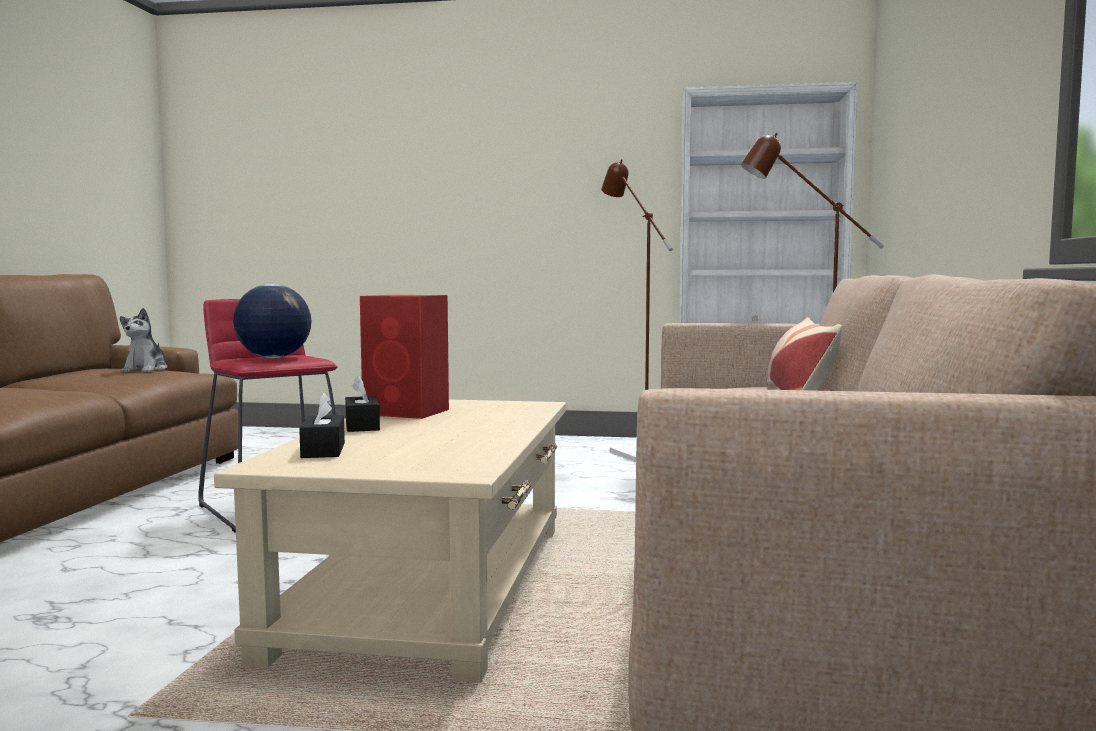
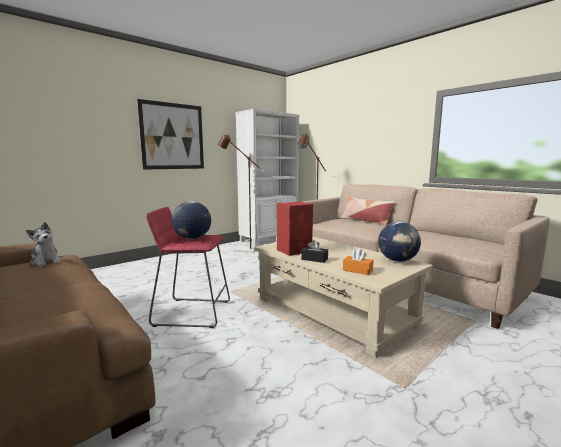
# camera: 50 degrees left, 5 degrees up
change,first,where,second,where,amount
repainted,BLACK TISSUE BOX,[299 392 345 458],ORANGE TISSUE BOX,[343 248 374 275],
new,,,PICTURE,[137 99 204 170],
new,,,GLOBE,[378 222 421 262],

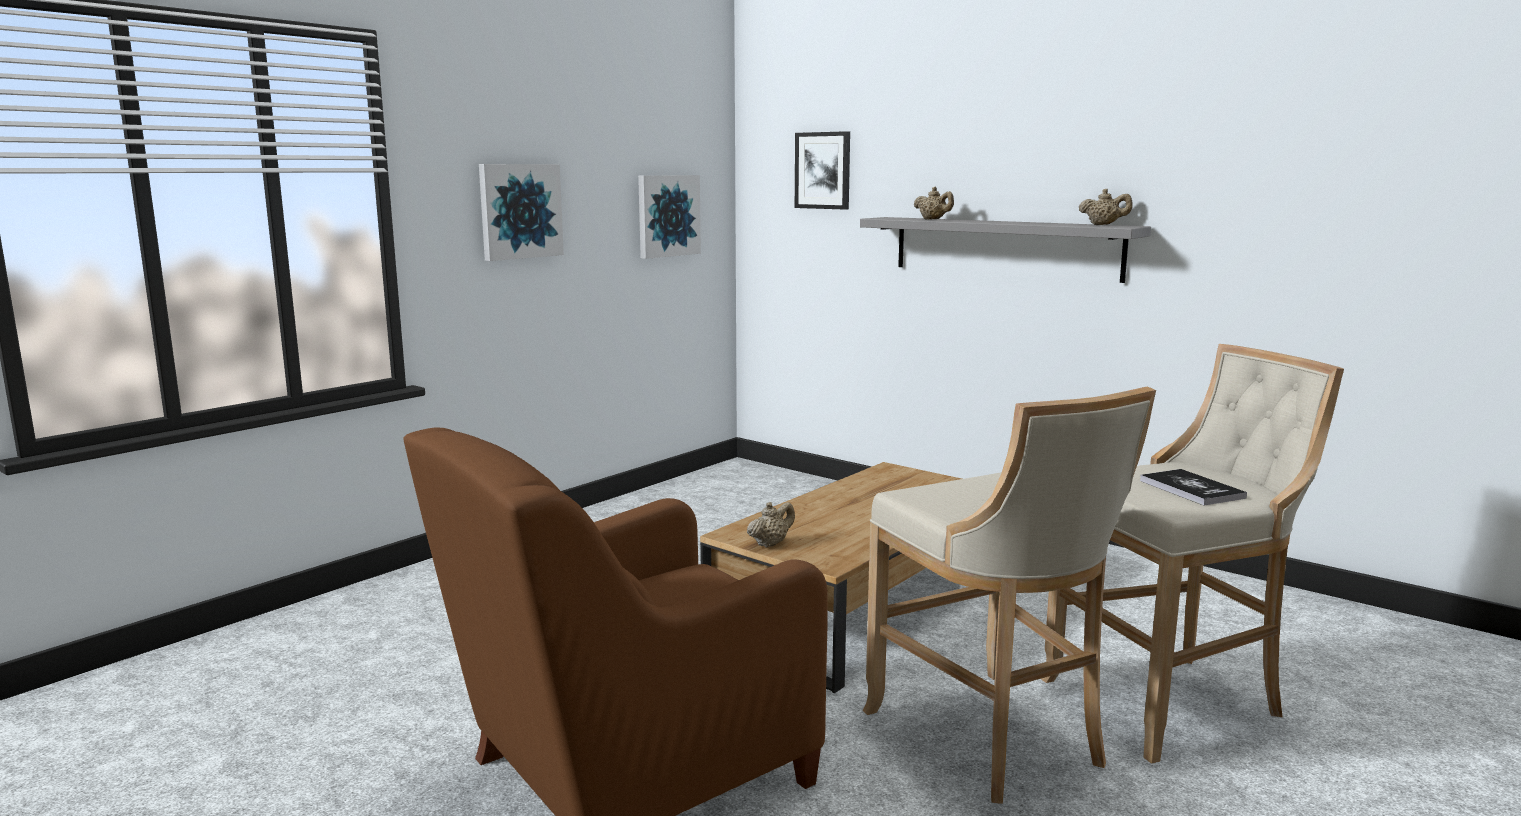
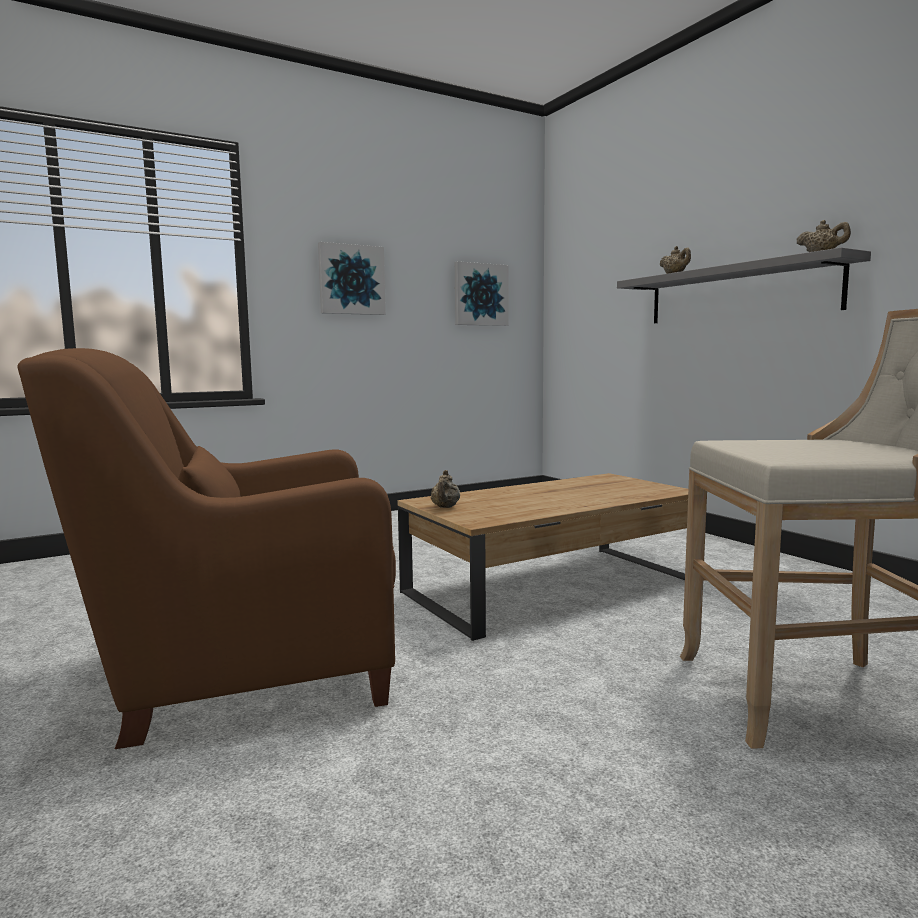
# camera: 20 degrees right, 5 degrees down
change,first,where,second,where,amount
rotated,BEIGE TEAPOT,[747 502 795 548],,[431 470 460 508],120 degrees clockwise
gone,PICTURE,[795 131 850 210],,,
gone,BEIGE STOOL,[862 387 1156 804],,,
gone,BOOK,[1140 469 1247 506],,,

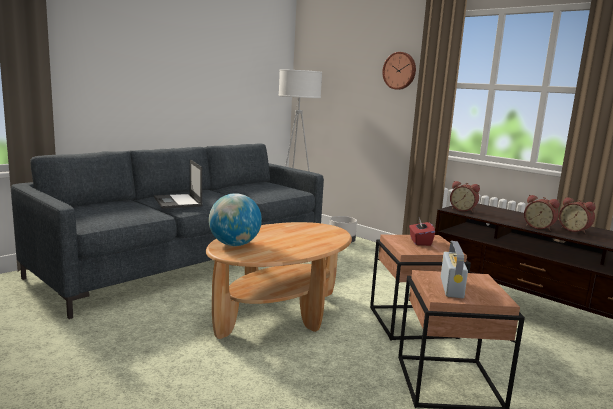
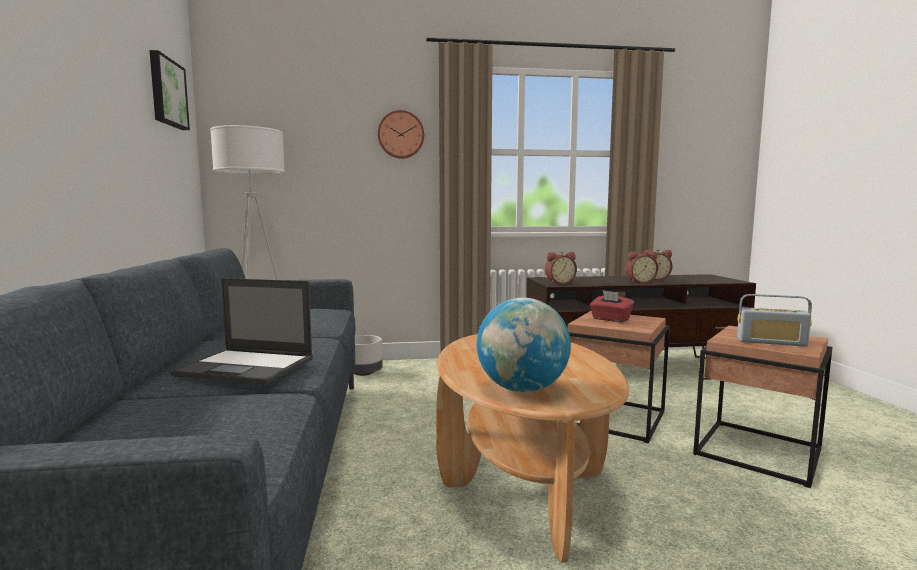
# camera: 50 degrees left, 5 degrees down
change,first,where,second,where,amount
rotated,RADIO,[441 241 468 298],,[737 294 812 347],150 degrees clockwise
new,,,PICTURE,[150 50 190 130],

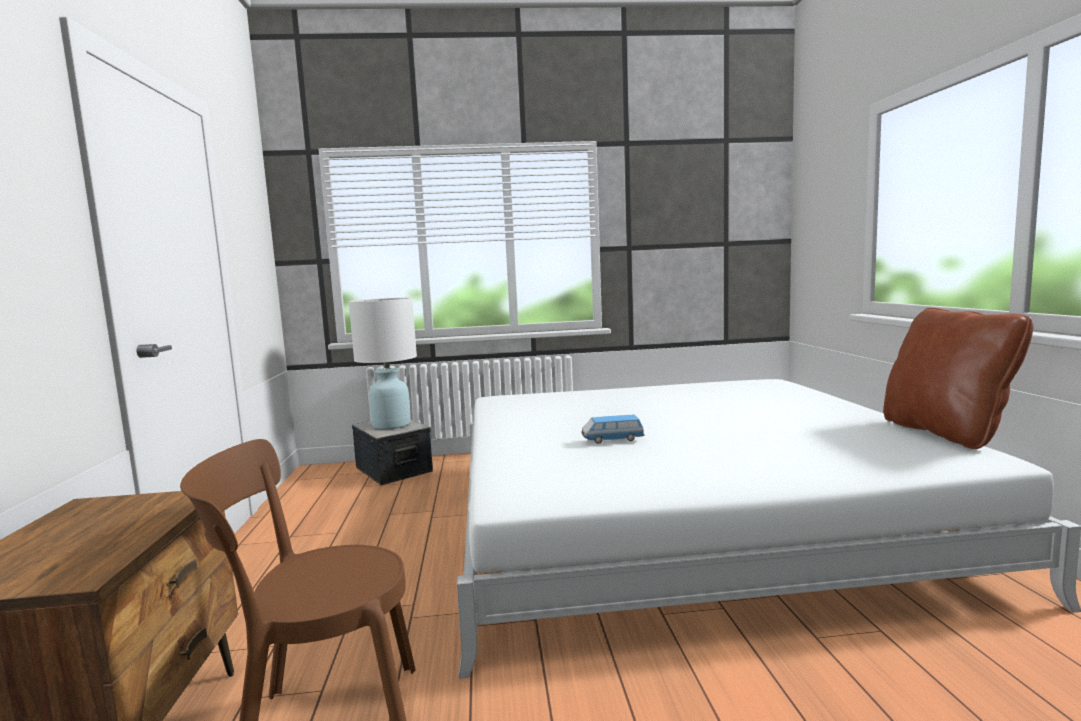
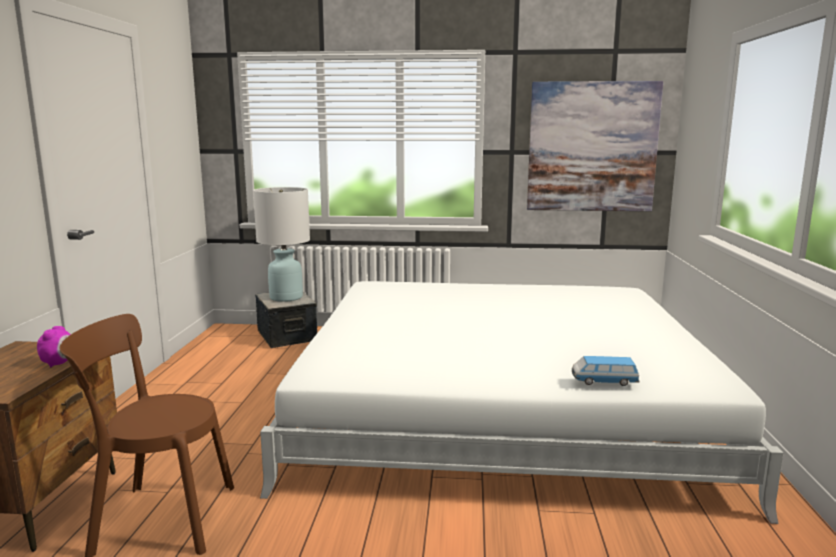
# camera: 10 degrees right, 5 degrees up
change,first,where,second,where,amount
shifted,TOY CAR,[582 414 645 444],,[572 356 640 386],
gone,BROWN PILLOW,[883 308 1034 449],,,
new,,,ALARM CLOCK,[37 326 71 368],
new,,,PICTURE,[527 81 663 211],

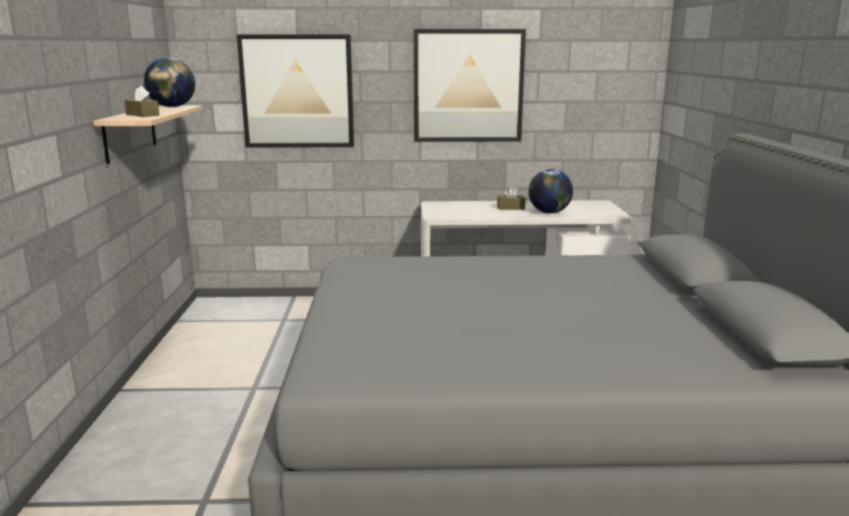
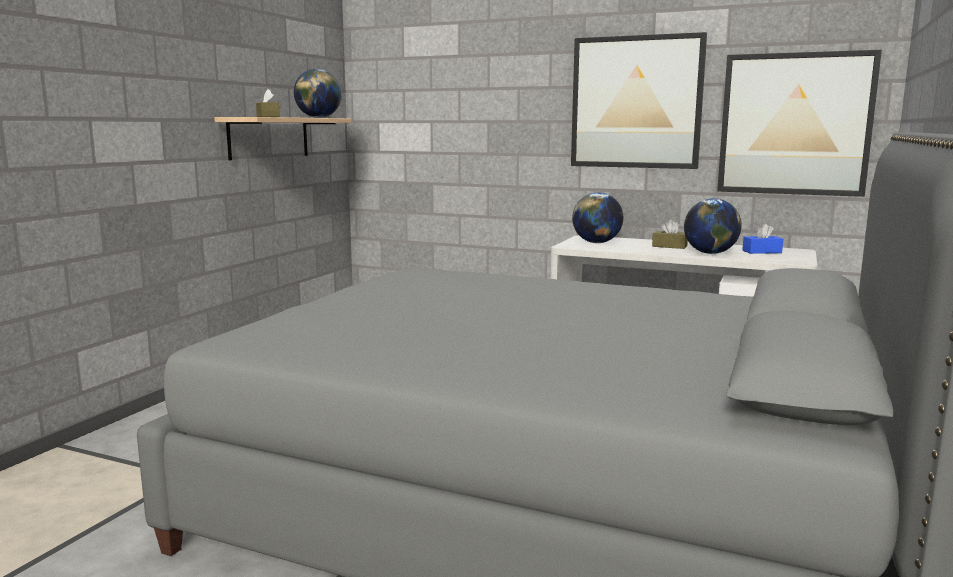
# camera: 25 degrees right, 5 degrees down
change,first,where,second,where,amount
shifted,PICTURE,[237 35 354 148],,[717 50 882 197],
new,,,GLOBE,[572 192 623 243],
new,,,BLUE TISSUE BOX,[742 224 783 254],

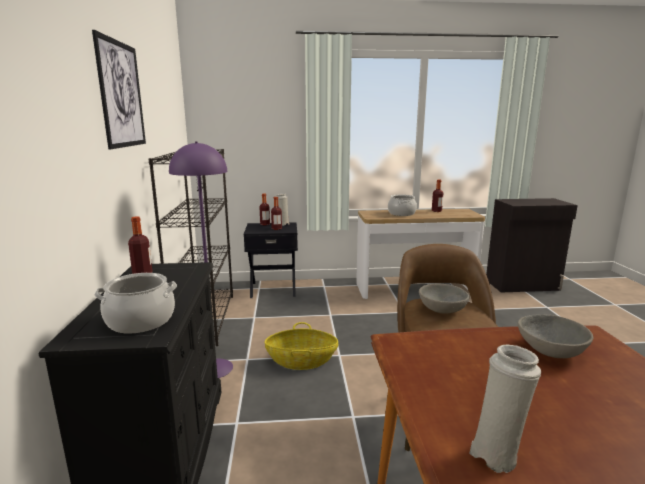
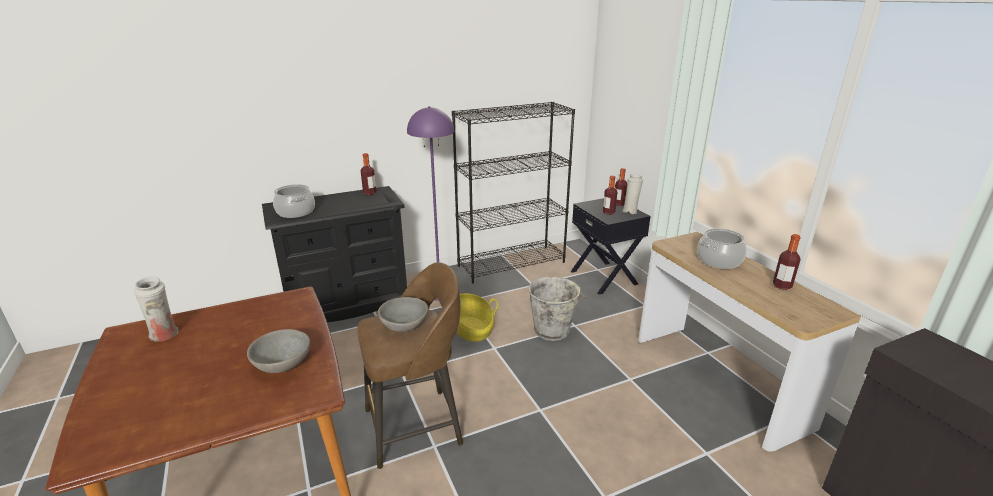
# camera: 70 degrees right, 10 degrees up
change,first,where,second,where,amount
gone,PICTURE,[92 30 146 149],,,
new,,,GREY BUCKET,[528 277 585 341],

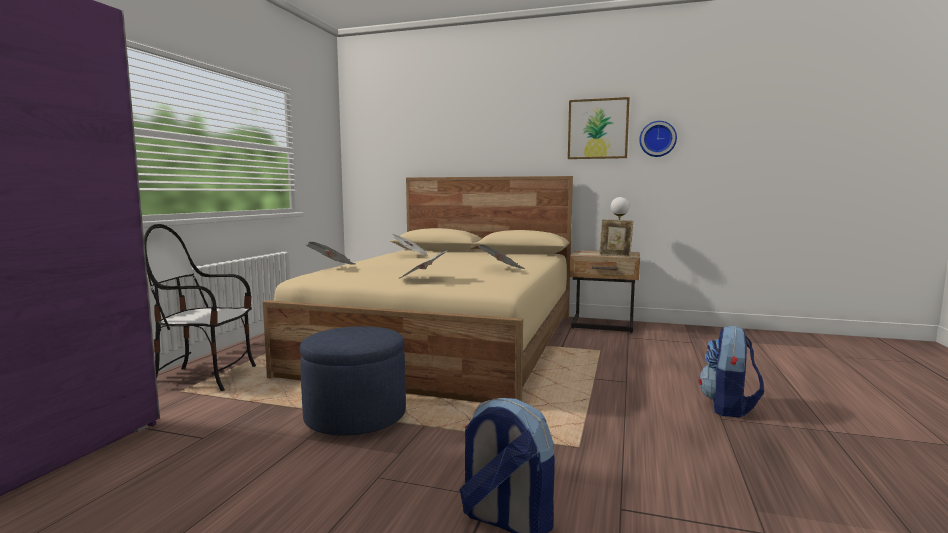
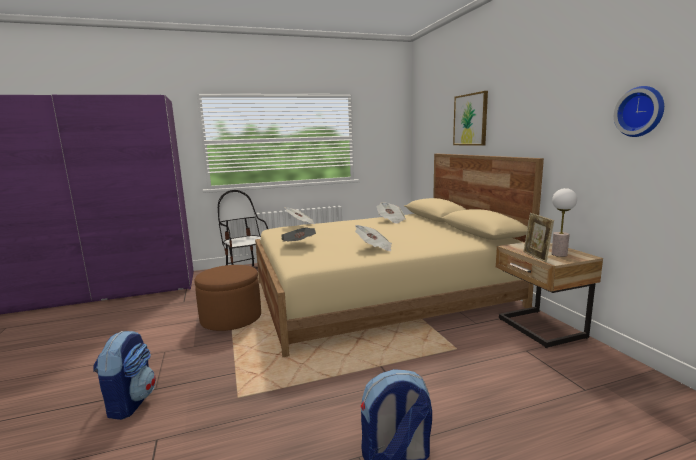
# camera: 55 degrees right, 5 degrees up
change,first,where,second,where,amount
repainted,BLUE OTTOMAN,[300 326 406 436],BROWN OTTOMAN,[194 265 261 331],
shifted,PICTURE,[568 97 630 159],,[453 91 488 146],

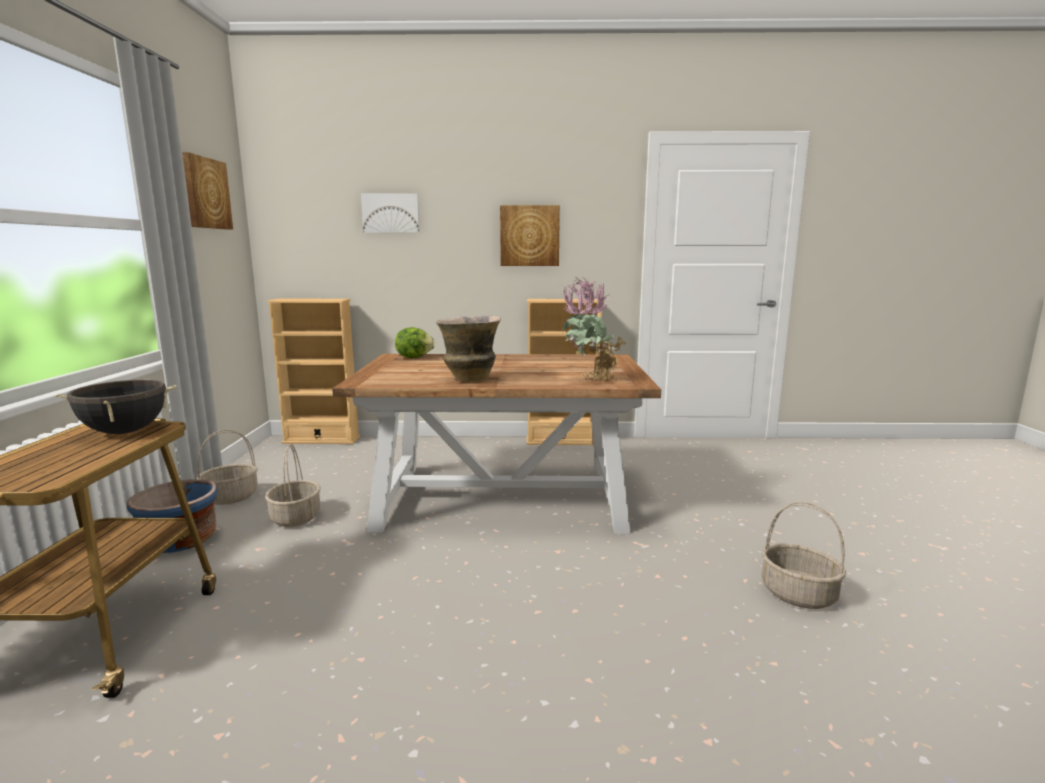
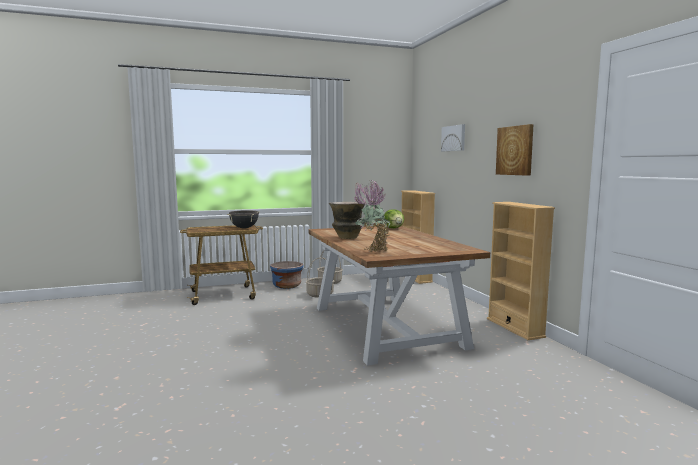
# camera: 70 degrees right, 5 degrees down
change,first,where,second,where,amount
gone,PICTURE,[182 152 233 230],,,
gone,BASKET,[761 502 846 609],,,

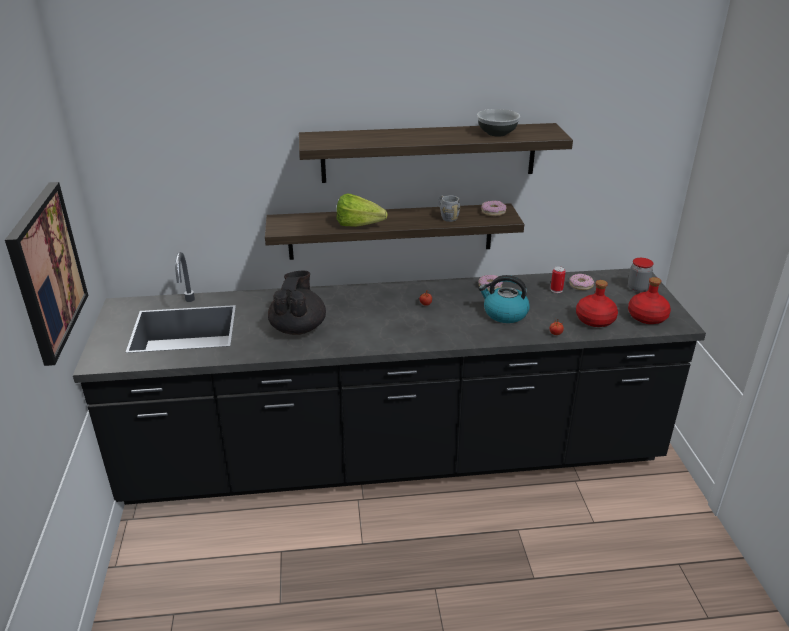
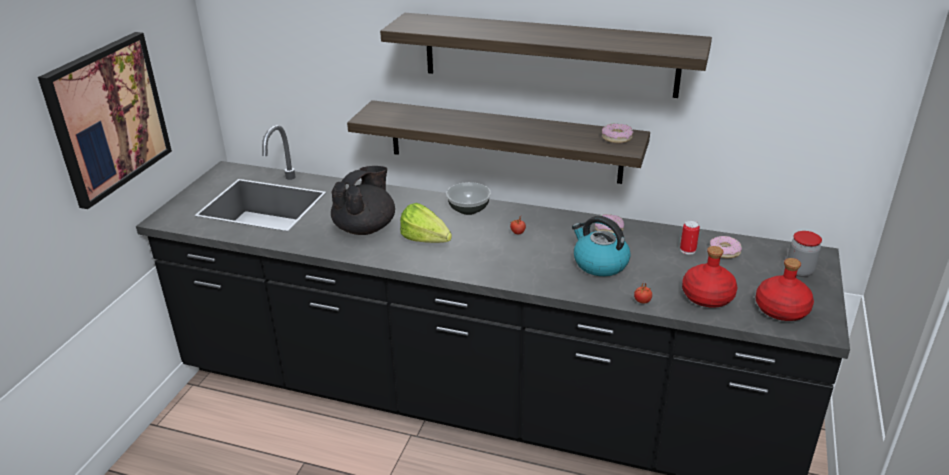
# camera: 25 degrees right, 0 degrees up
change,first,where,second,where,amount
shifted,LETTUCE,[337 194 387 227],,[400 203 452 243],
gone,GREY MUG,[439 195 460 222],,,
shifted,BOWL,[477 109 520 137],,[446 182 491 215],

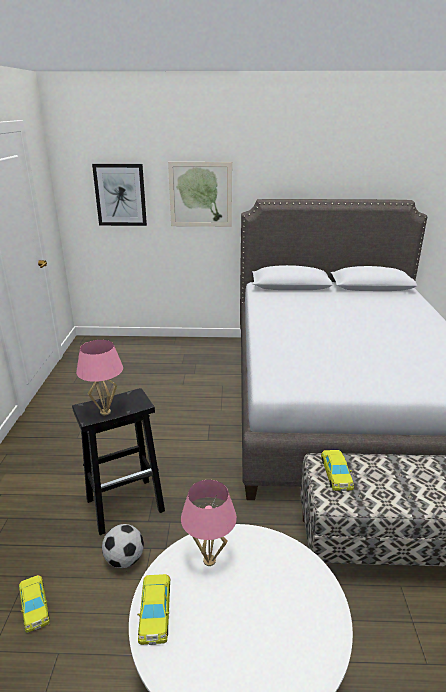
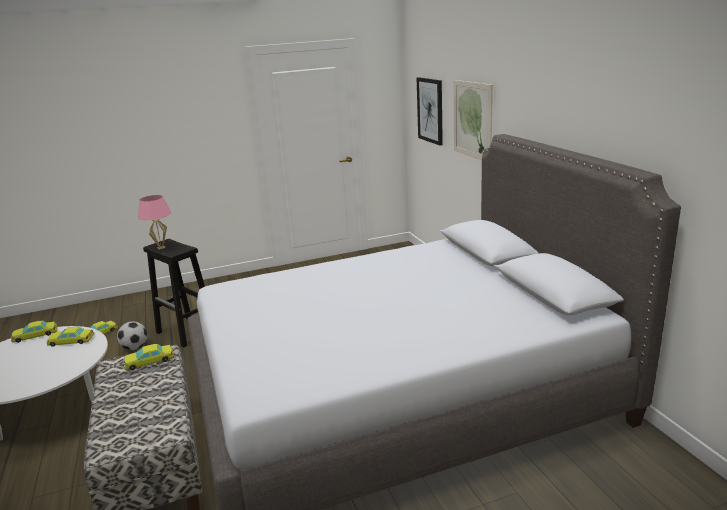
# camera: 70 degrees right, 5 degrees down
change,first,where,second,where,amount
swapped,PINK TABLE LAMP,[181 480 237 566],YELLOW TOY CAR,[46 327 94 347],

